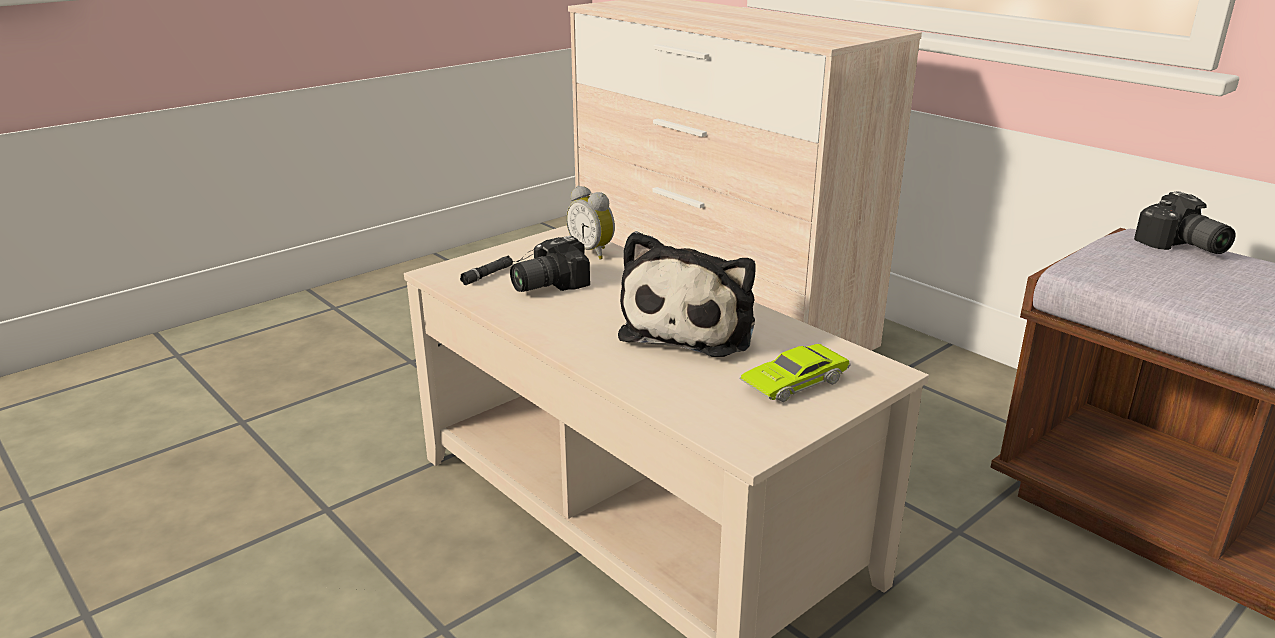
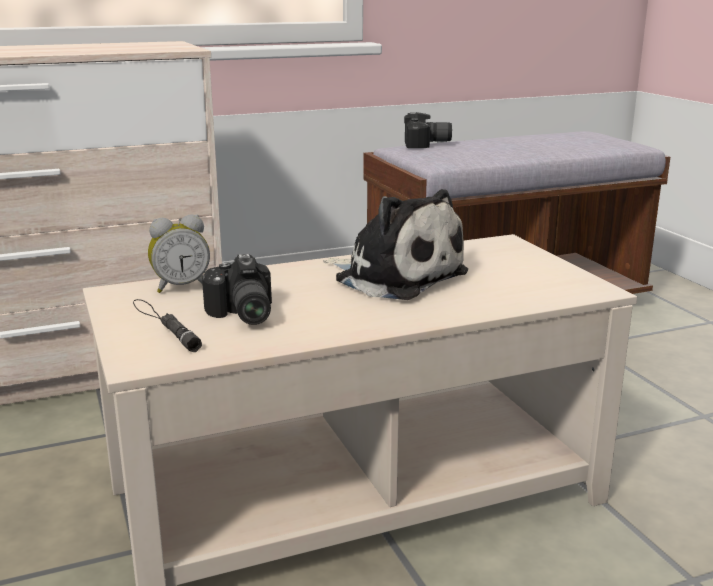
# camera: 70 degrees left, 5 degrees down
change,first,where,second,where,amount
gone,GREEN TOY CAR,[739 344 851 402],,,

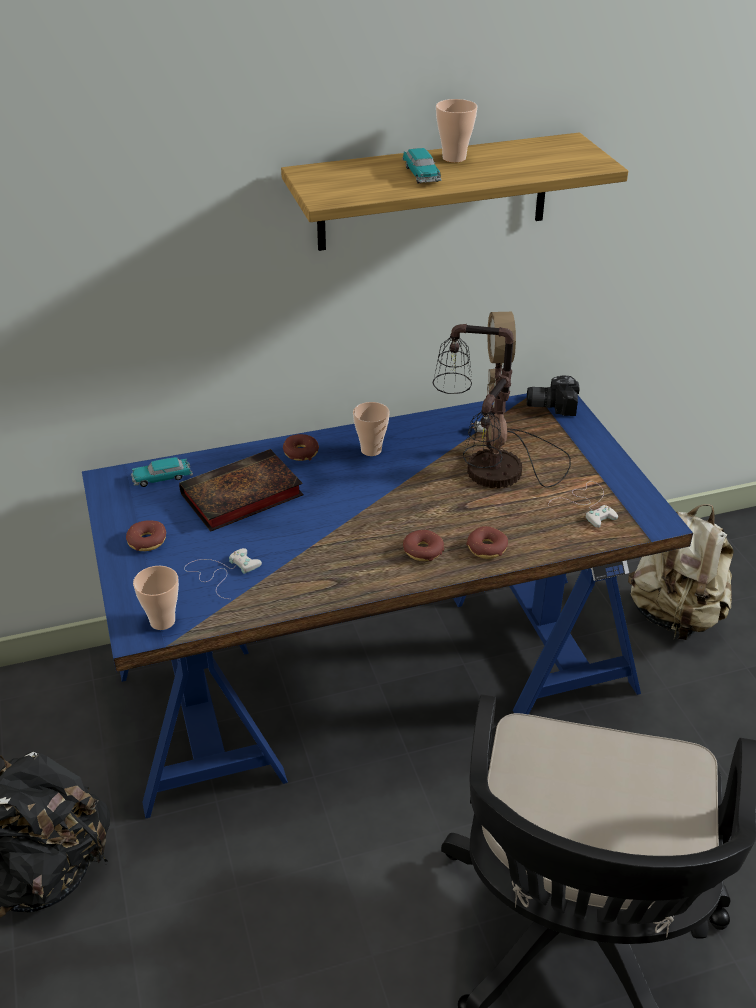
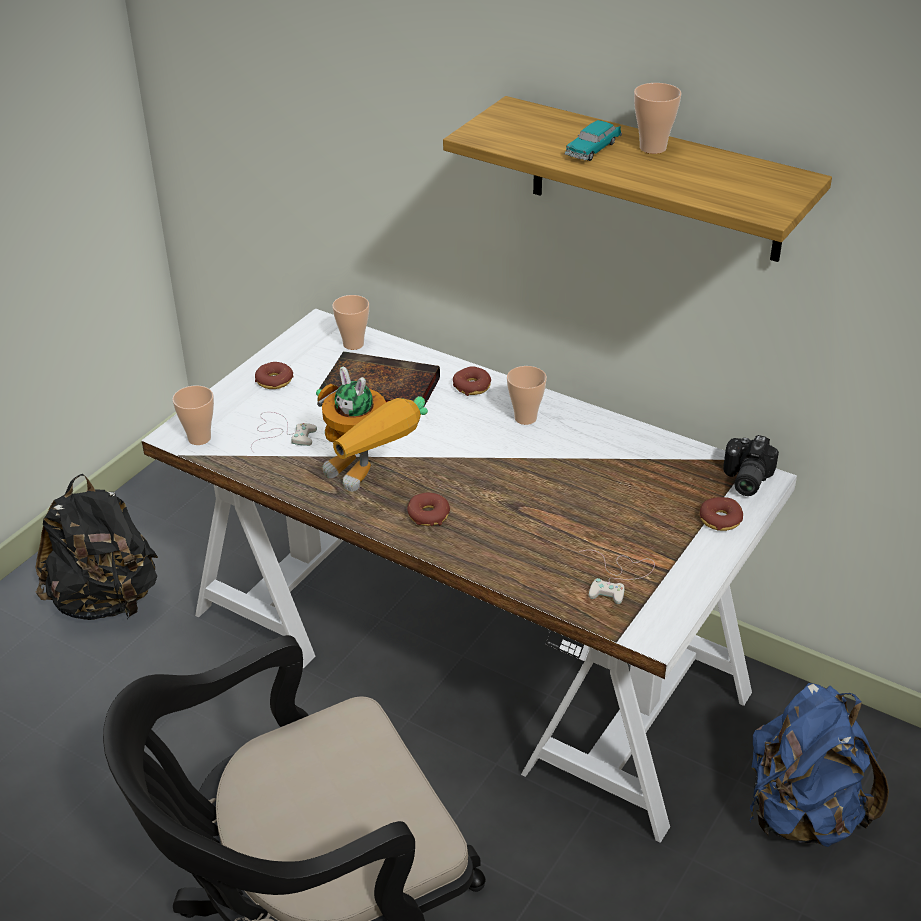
# camera: 50 degrees right, 0 degrees up
change,first,where,second,where,amount
repainted,BLUE DESK,[82 393 693 819],WHITE DESK,[141 308 797 843],
swapped,TOY CAR,[131 457 193 487],CUP,[332 295 369 350],
gone,TABLE LAMP,[433 312 571 488],,,
shifted,DONUT,[466 526 508 559],,[700 497 743 531],
rotated,PHOTO CAMERA,[527 375 580 416],,[723 435 779 496],120 degrees counterclockwise
repainted,BEIGE BACKPACK,[628 504 734 640],BLUE BACKPACK,[749 683 889 847],
new,,,TOY ROBOT,[316 366 428 492],

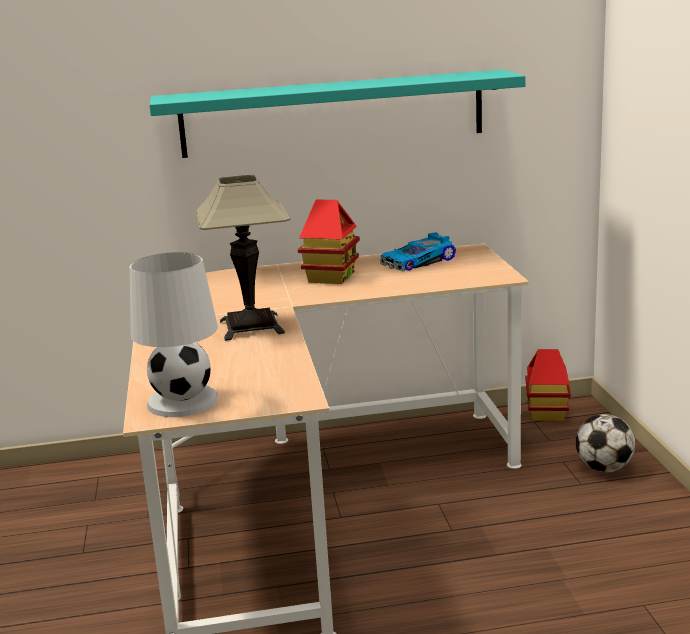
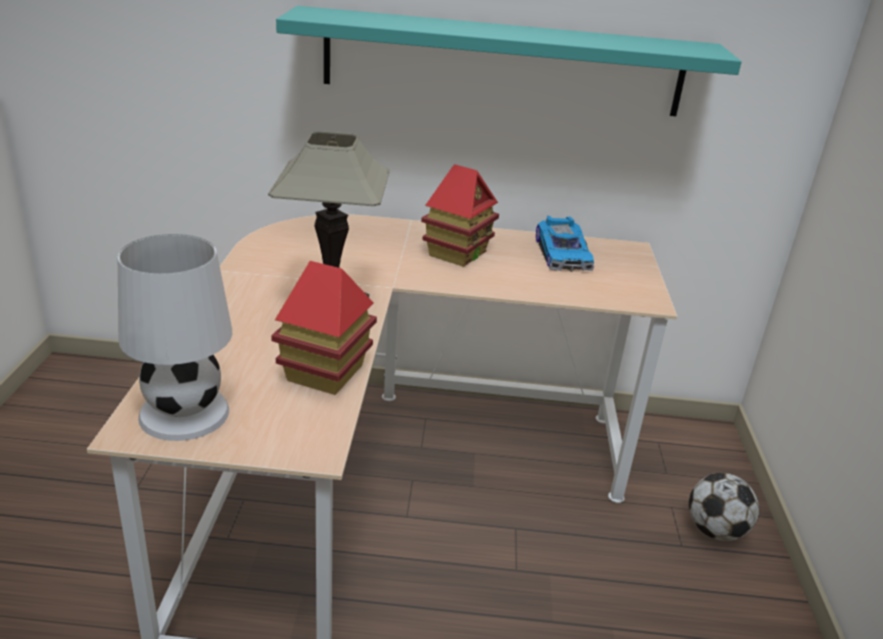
# camera: 10 degrees right, 10 degrees up
change,first,where,second,where,amount
rotated,TOY CAR,[380 232 456 272],,[536 216 594 272],75 degrees counterclockwise
shifted,TOY HOUSE,[525 349 571 421],,[271 261 377 395],

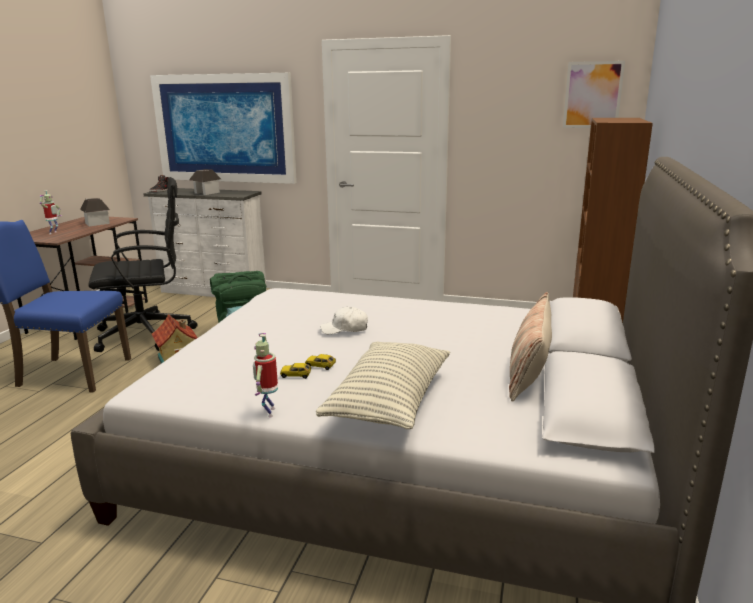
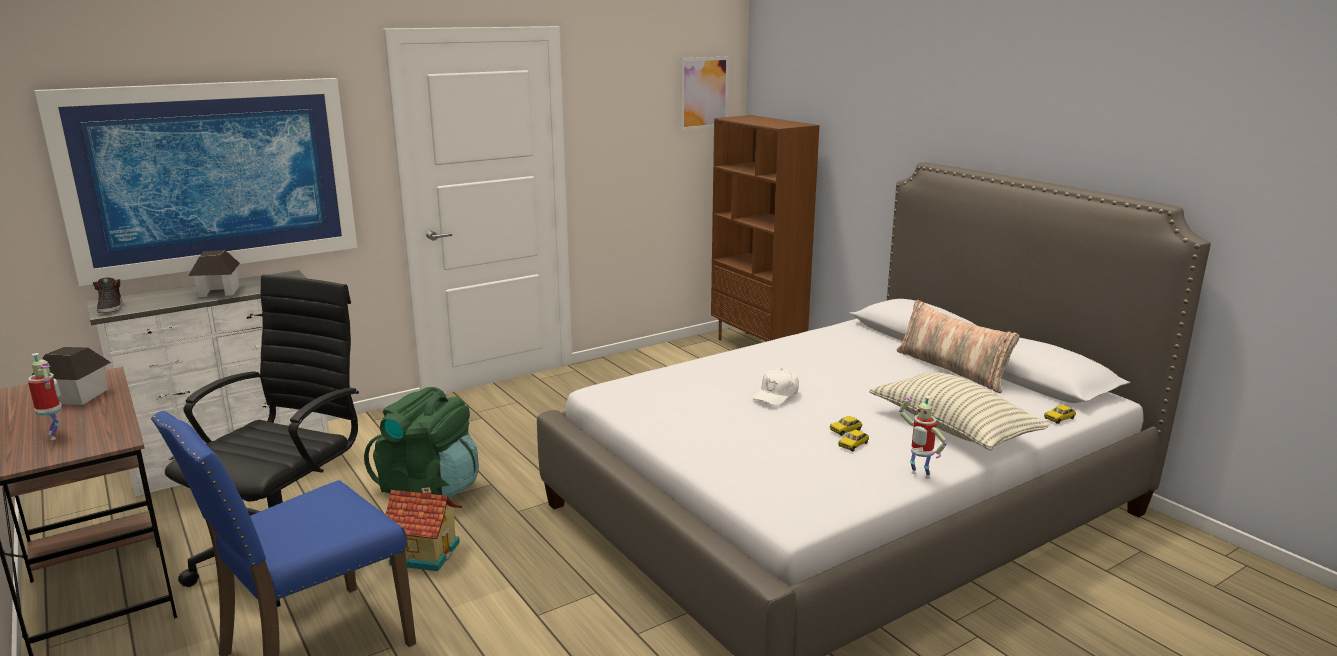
# camera: 50 degrees left, 0 degrees up
change,first,where,second,where,amount
new,,,TOY CAR,[1044 405 1076 424],

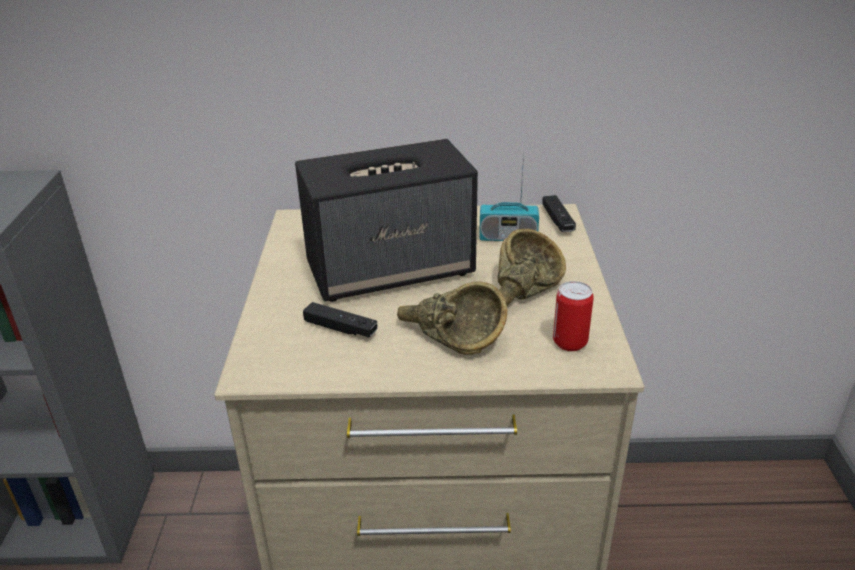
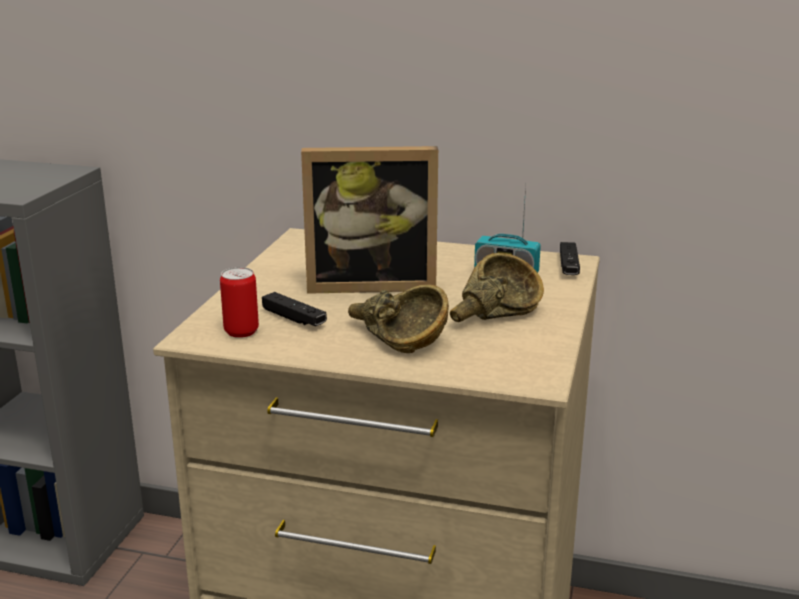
# camera: 15 degrees right, 10 degrees down
change,first,where,second,where,amount
swapped,SPEAKER,[295 139 478 302],PICTURE FRAME,[301 146 438 294],
shifted,CAN,[553 281 594 351],,[220 267 259 338],

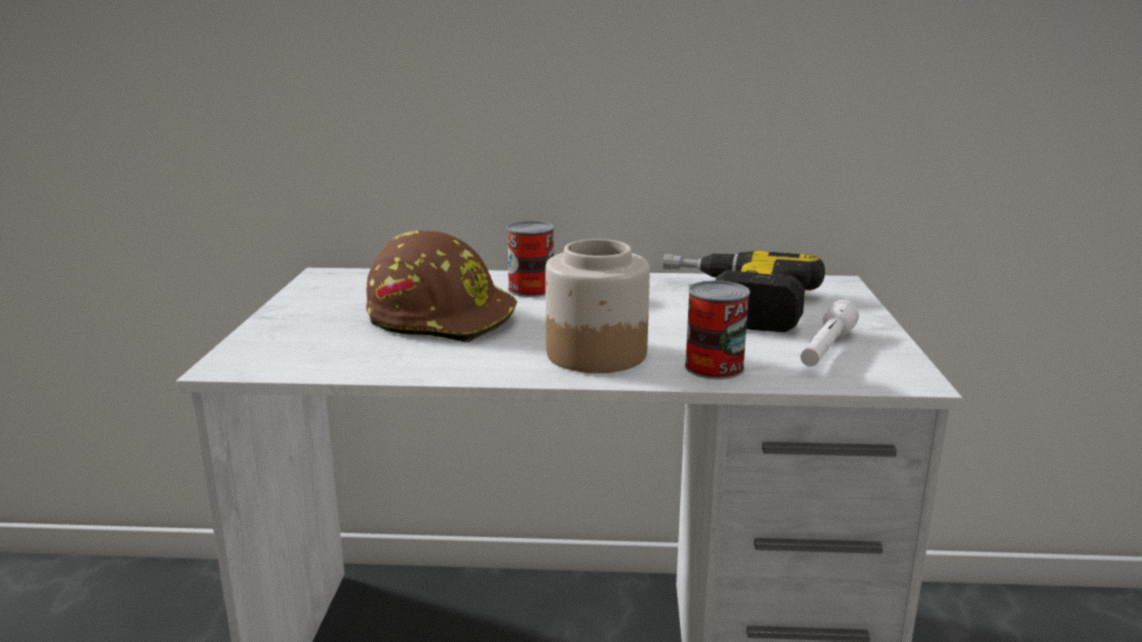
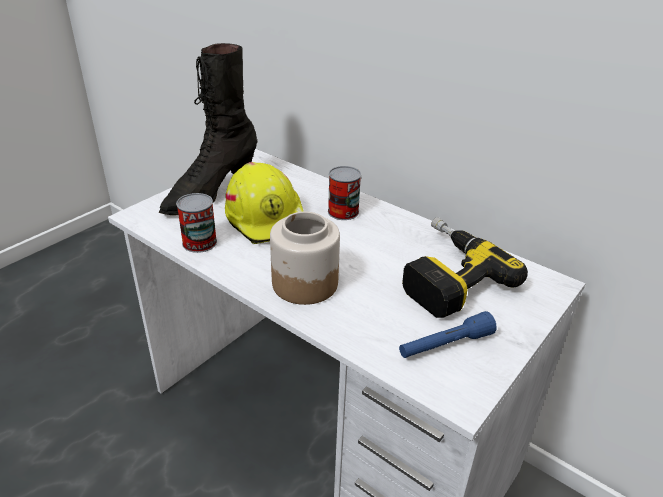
# camera: 35 degrees right, 15 degrees up
change,first,where,second,where,amount
repainted,BROWN HARD HAT,[366 231 517 342],YELLOW HARD HAT,[225 162 304 244],
shifted,CAN,[685 281 750 380],,[176 193 217 253],
repainted,WHITE FLASHLIGHT,[801 300 859 367],BLUE FLASHLIGHT,[399 311 497 358],
new,,,BLACK BOOT,[159 43 257 215],

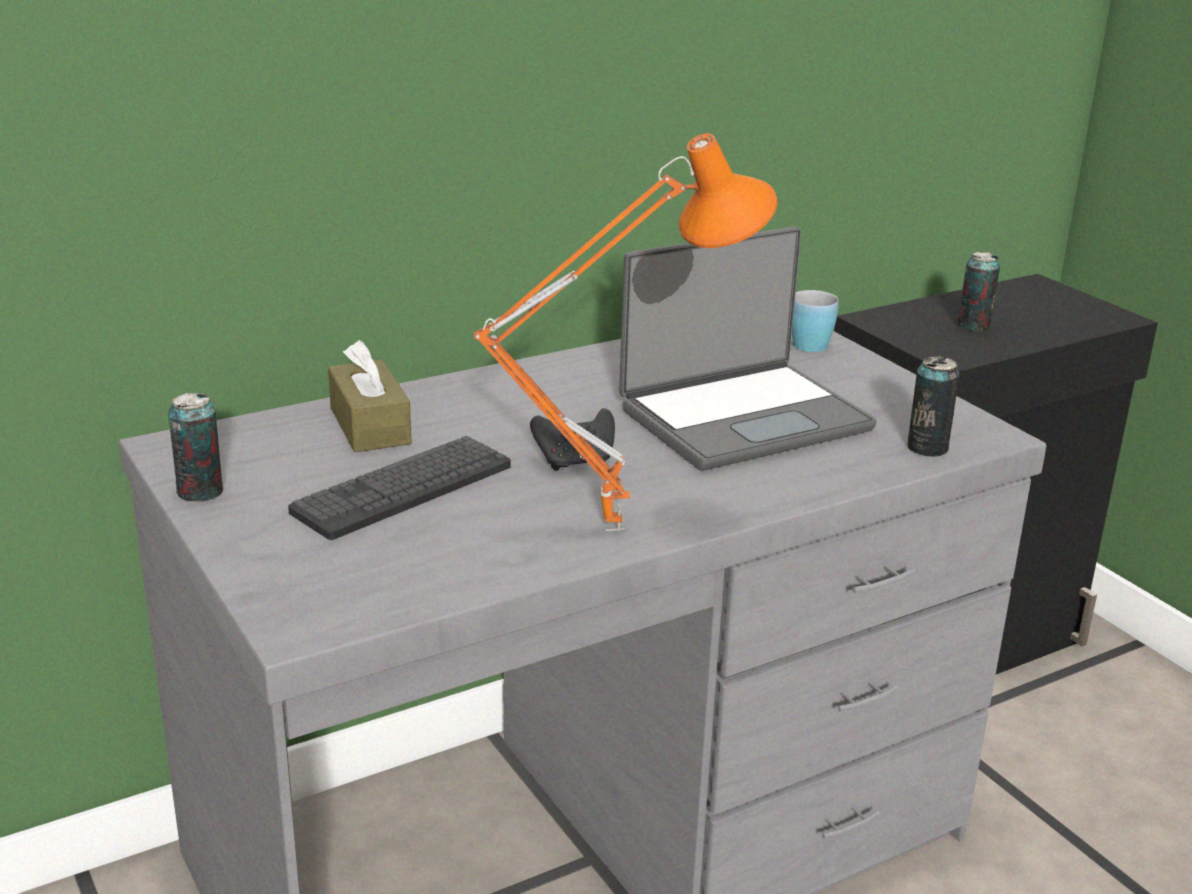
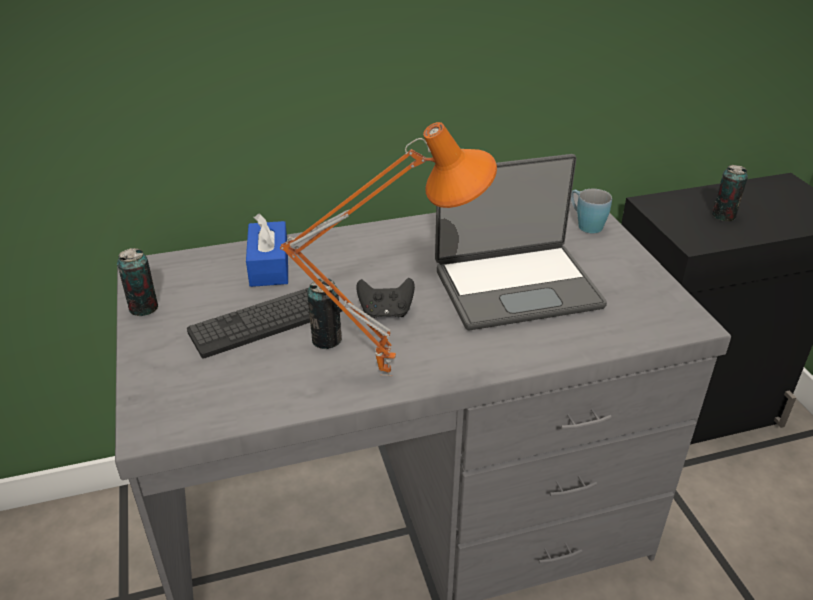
# camera: 15 degrees right, 10 degrees up
change,first,where,second,where,amount
repainted,BROWN TISSUE BOX,[328 340 411 452],BLUE TISSUE BOX,[246 213 288 287],
shifted,CAN,[907 356 960 457],,[307 278 342 349],

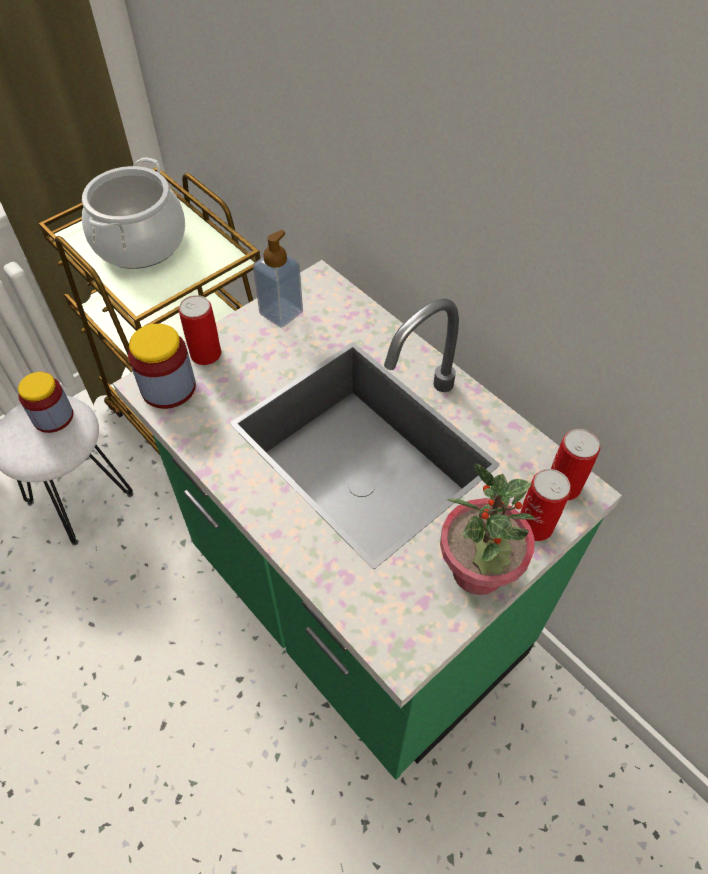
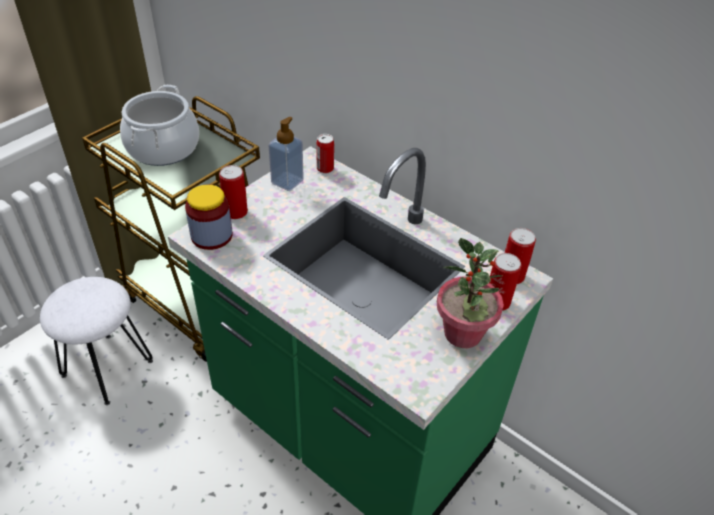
# camera: 10 degrees left, 10 degrees down
change,first,where,second,where,amount
gone,JAR,[18 372 73 433],,,
new,,,CAN,[316 134 334 174],

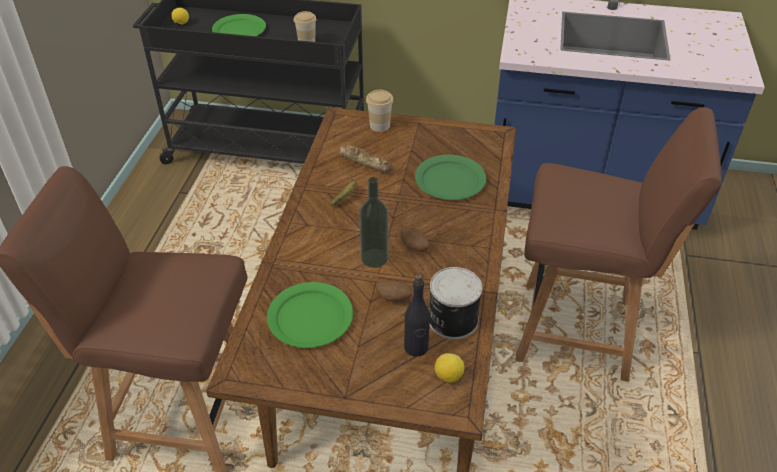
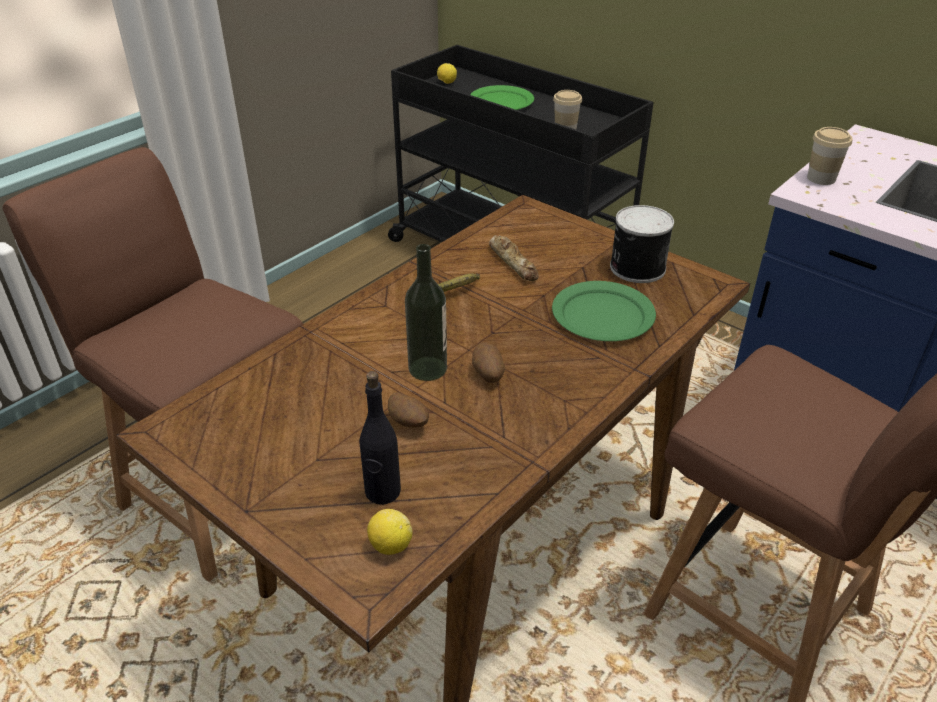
# camera: 30 degrees right, 5 degrees down
change,first,where,second,where,amount
gone,GREEN PLATE,[267 282 353 348],,,
shifted,CUP,[366 90 393 132],,[807 127 853 185],
shifted,CAN,[429 267 482 339],,[610 205 674 283],

